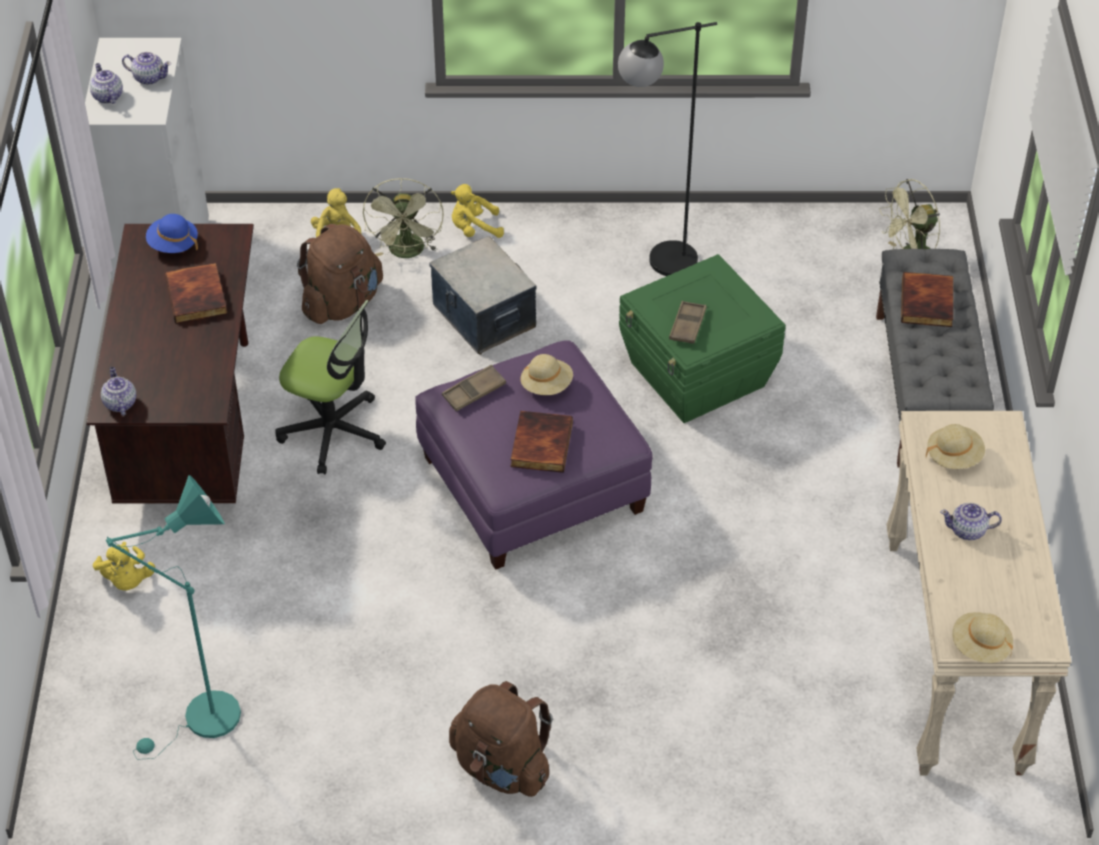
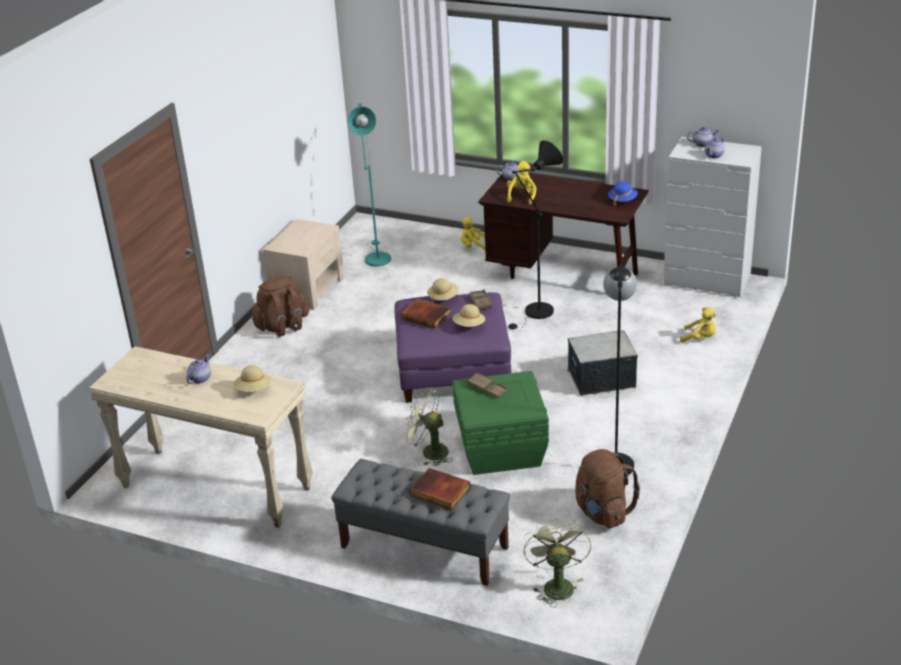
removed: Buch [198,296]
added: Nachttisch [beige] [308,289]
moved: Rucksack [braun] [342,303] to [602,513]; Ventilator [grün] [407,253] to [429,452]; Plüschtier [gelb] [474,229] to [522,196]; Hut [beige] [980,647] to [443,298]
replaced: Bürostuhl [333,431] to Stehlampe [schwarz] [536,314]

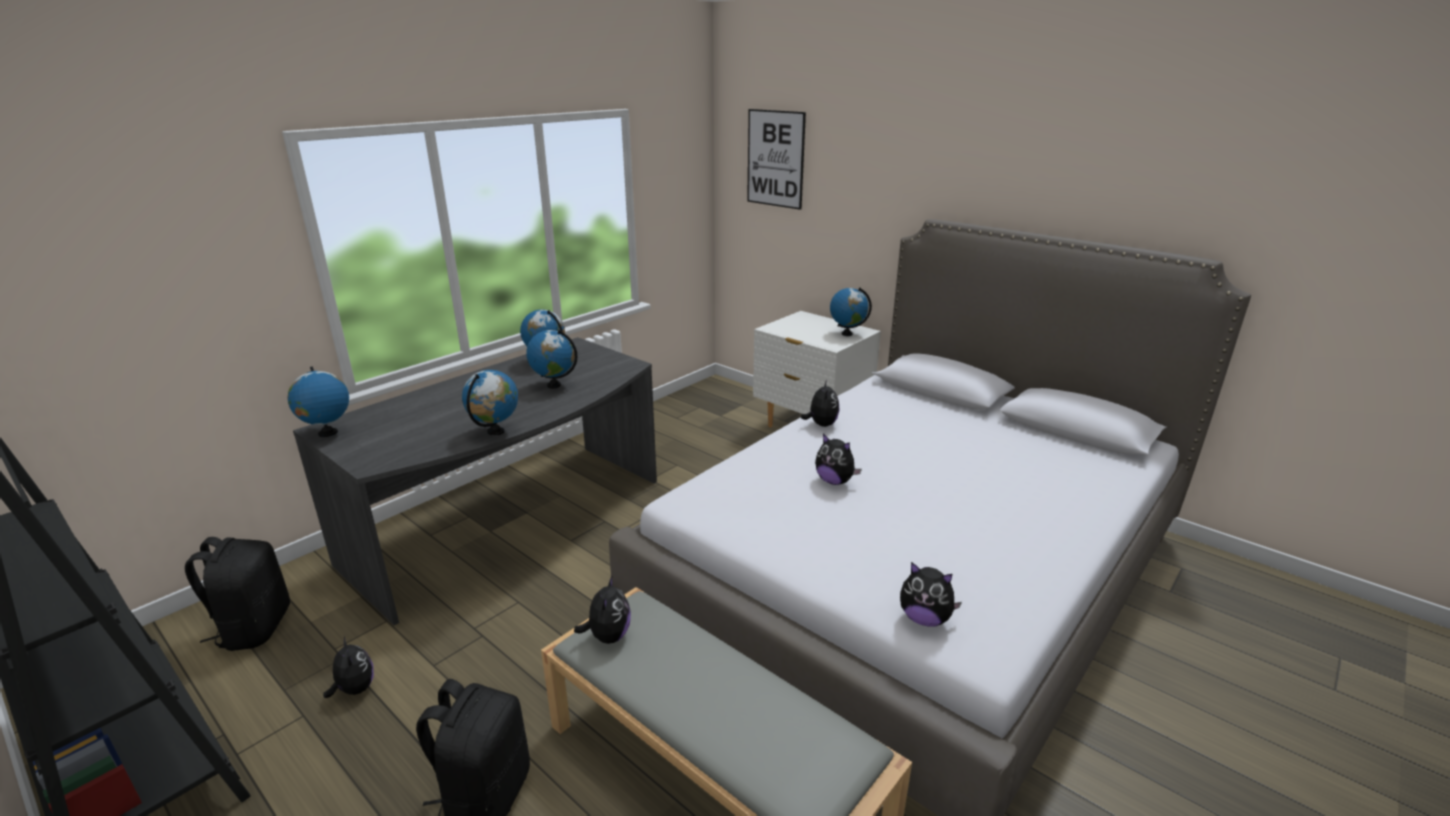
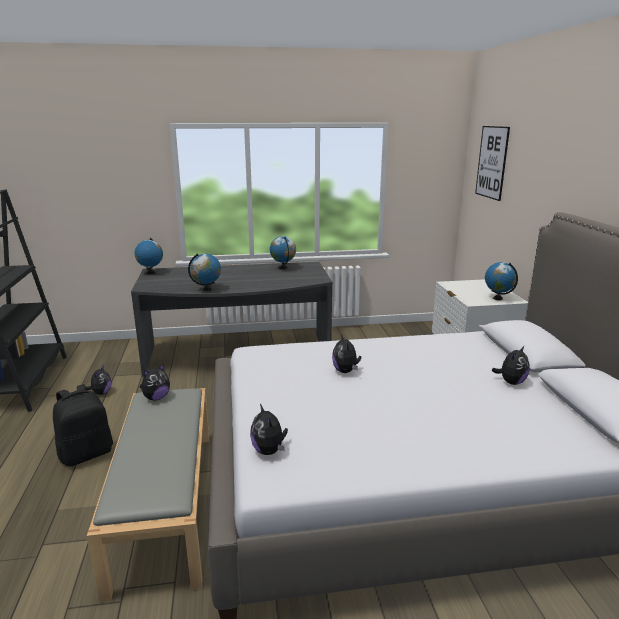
removed: Rucksack [schwarz] [254,628]; Globus [554,385]
moved: Plüschtier [821,424] to [511,382]

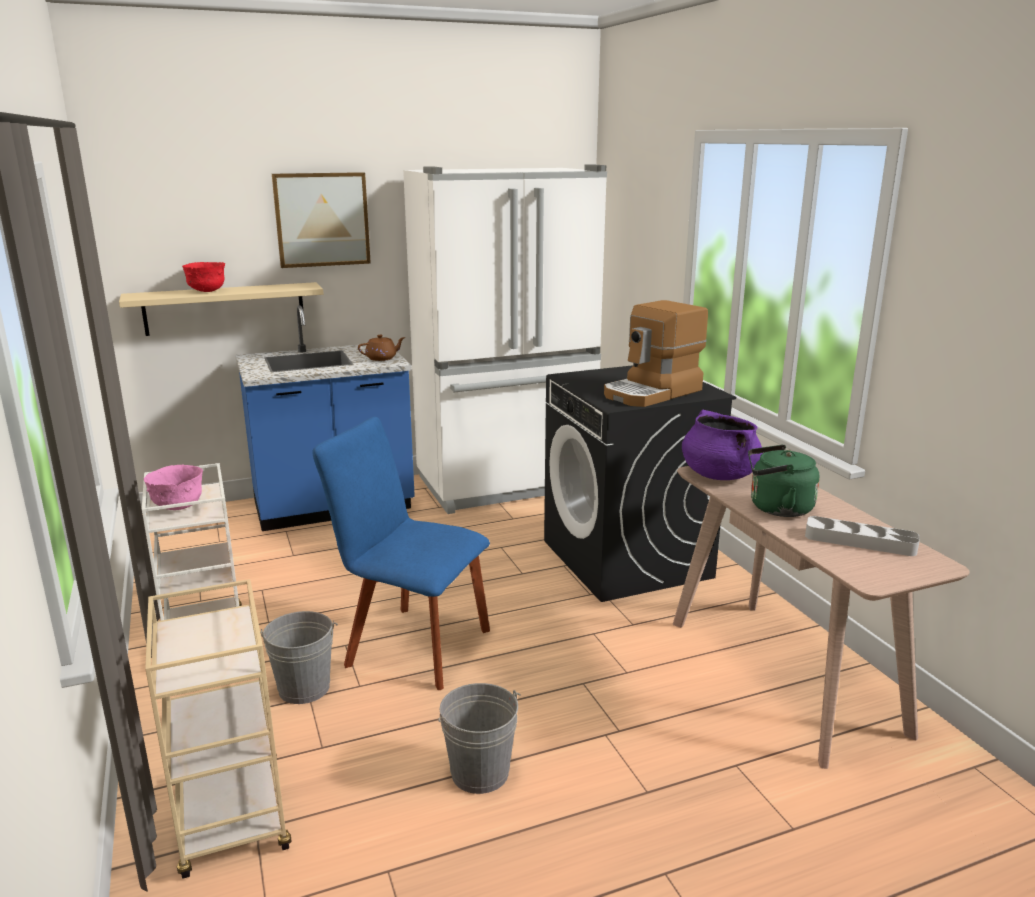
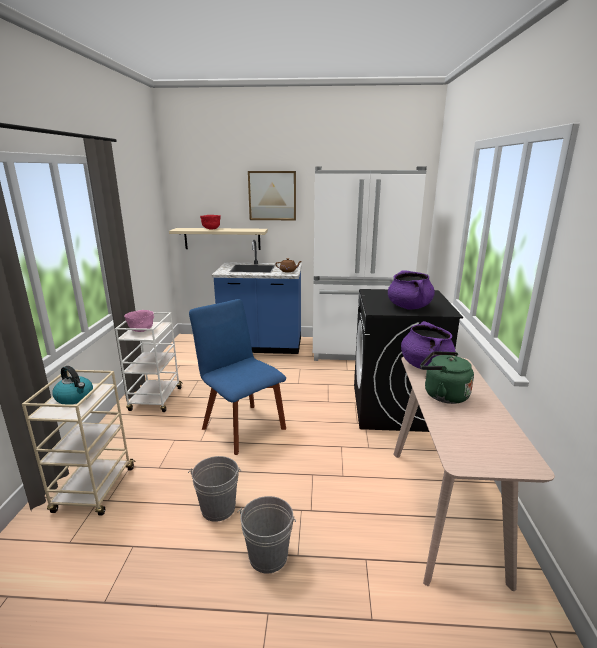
removed: Tablett [grau] [860,541]
added: Wasserkessel [75,397]
moved: Eimer [grau] [304,688] to [268,556]
replaced: Kaffeemaschine [653,393] to Kochtopf [lila] [409,307]

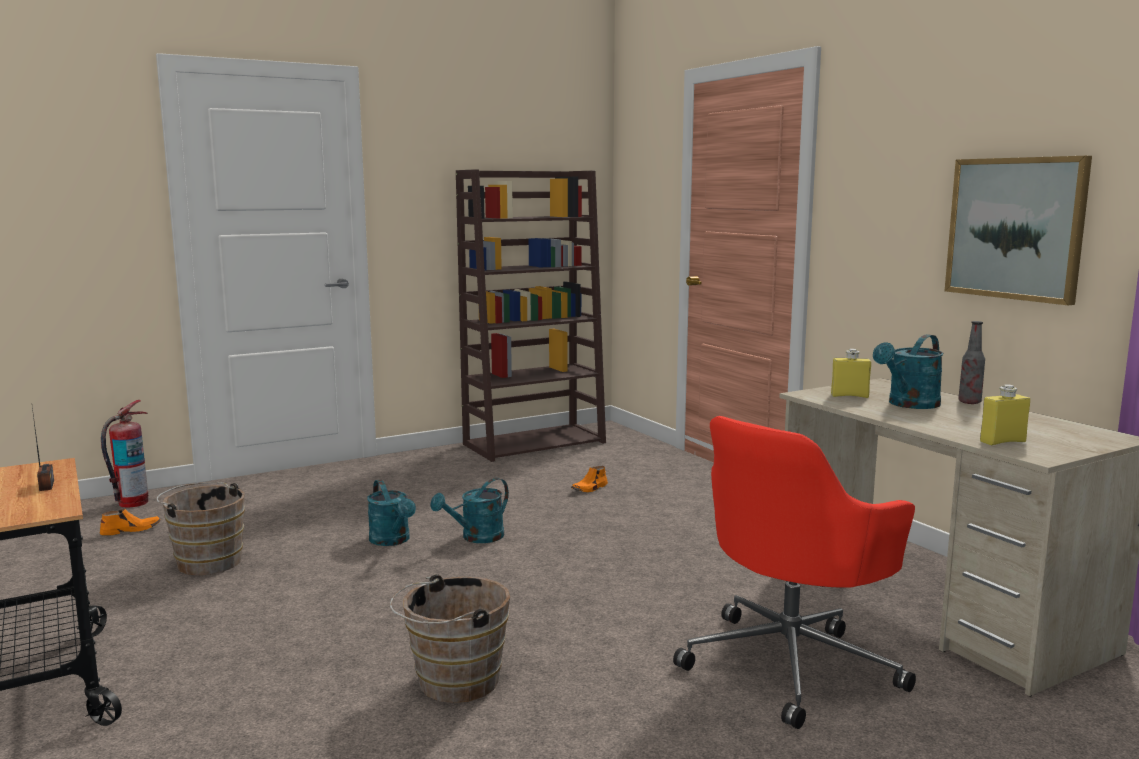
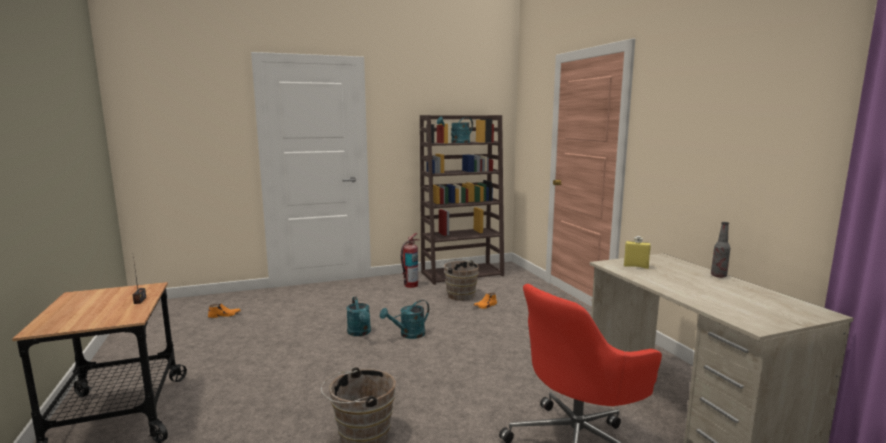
removed: Bild [1016,228]; Flasche [gelb] [1002,442]
moved: Feuerlöscher [132,503] to [410,285]; Eimer [braun] [207,561] to [459,295]; Gießkanne [türkis] [909,405] to [457,142]

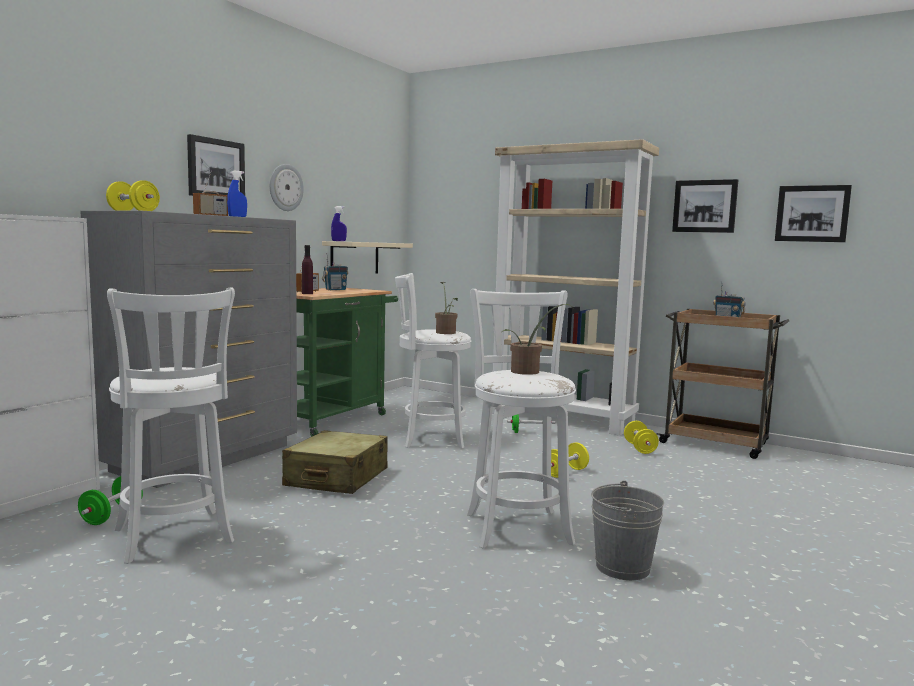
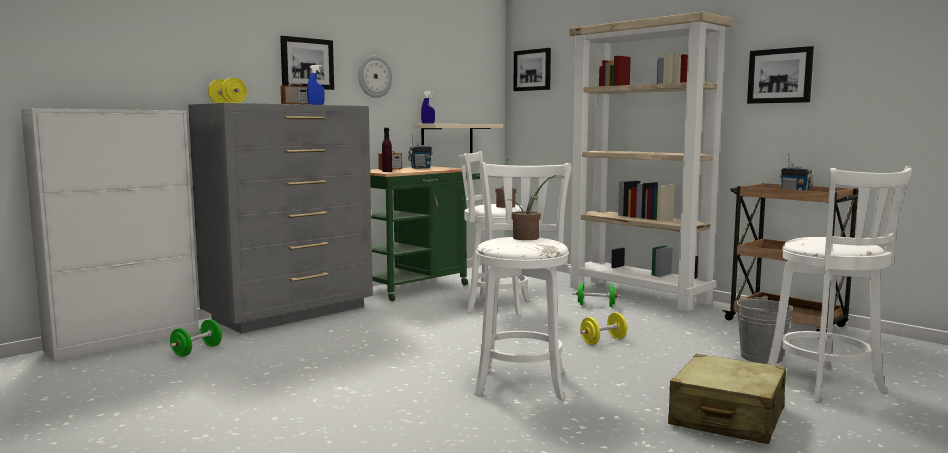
removed: Hantel [gelb] [640,448]
moved: Hocker [weiß] [175,538] to [827,386]; Koffer [beige] [336,478] to [727,417]; Eimer [grau] [622,567] to [761,357]; Bild [812,213] to [532,70]

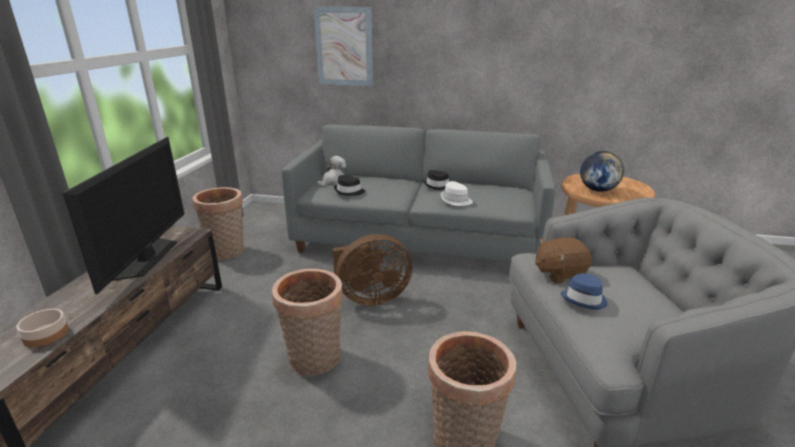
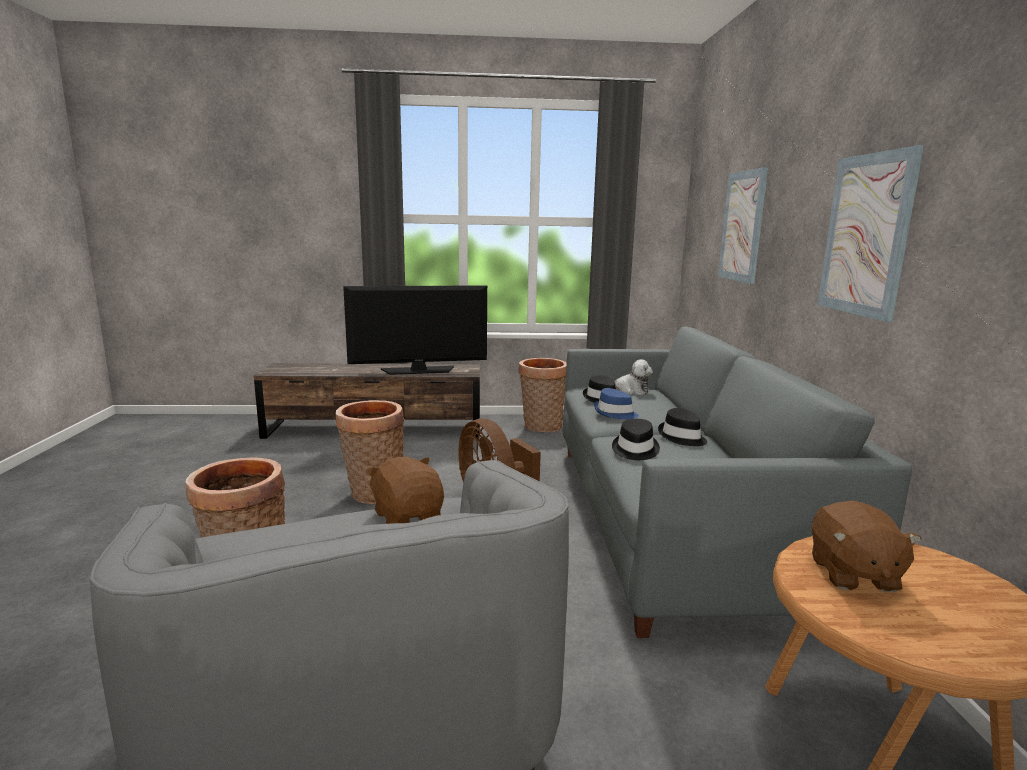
removed: Schüssel [47,334]
added: Bild [866,235]
moved: Hut [blau] [584,299] to [615,413]
replaced: Globus [597,190] to Plüschtier [braun] [852,574]
recoloured: Hut [weiß] [456,200] to Hut [schwarz] [634,450]

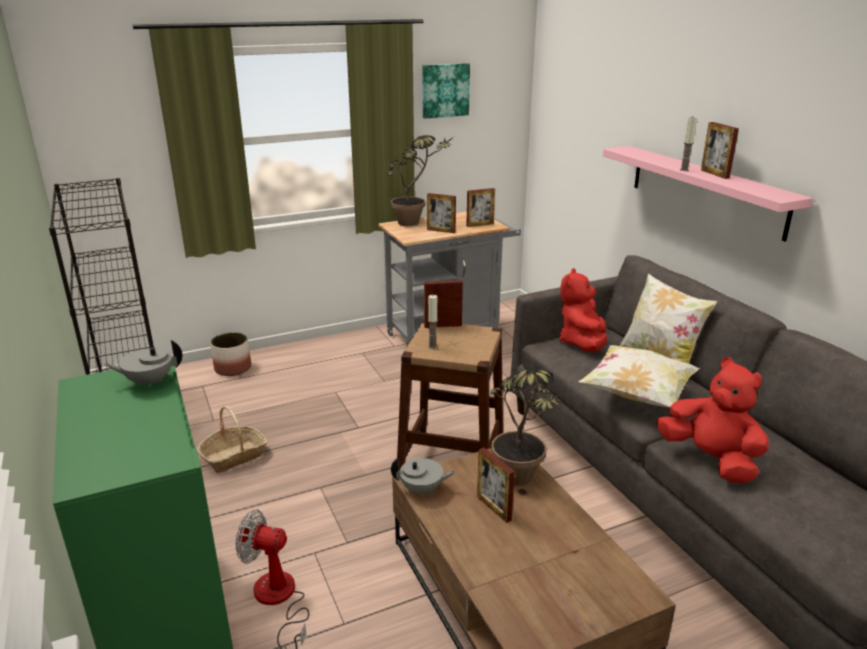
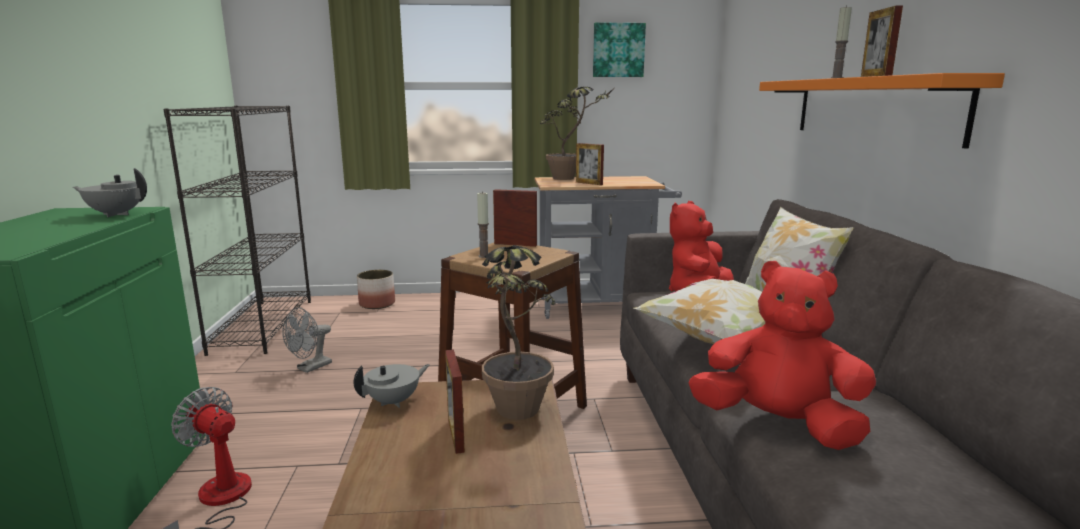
removed: Bilderrahmen [480,225]
replaced: Korb [234,456] to Ventilator [grau] [310,368]
recoloured: Wandregal [rosa] [705,190] to Wandregal [orange] [871,108]
turned: Teekanne [grau] [422,490] = [394,401] 60 degrees counterclockwise; Plüschtier [rot] [710,460] = [777,425] 45 degrees counterclockwise

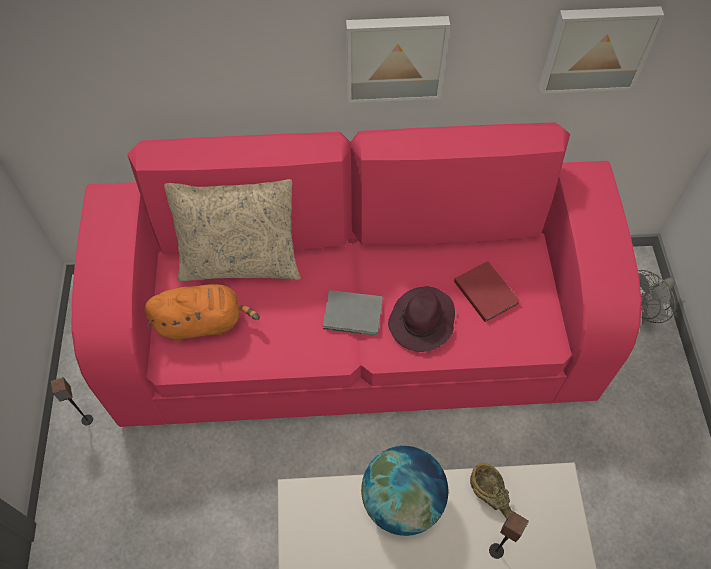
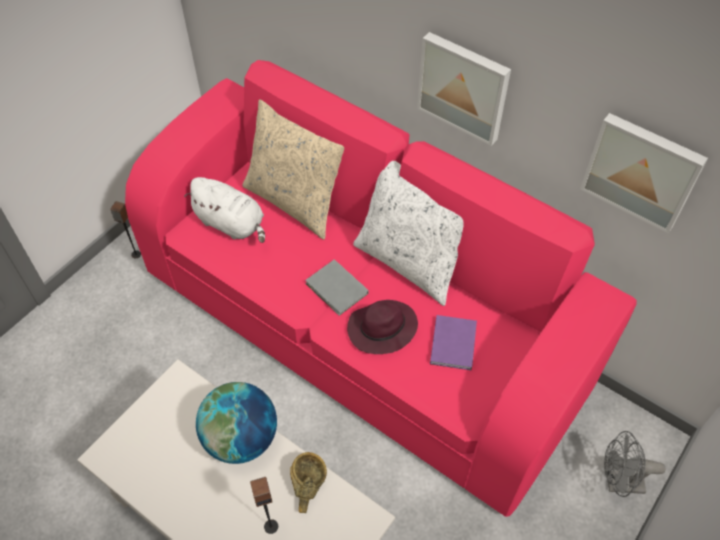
added: Kissen [weiß] [410,262]
recoloured: Plüschtier [orange] [203,322] to Plüschtier [weiß] [232,224]; Buch [rot] [485,291] to Buch [lila] [454,342]

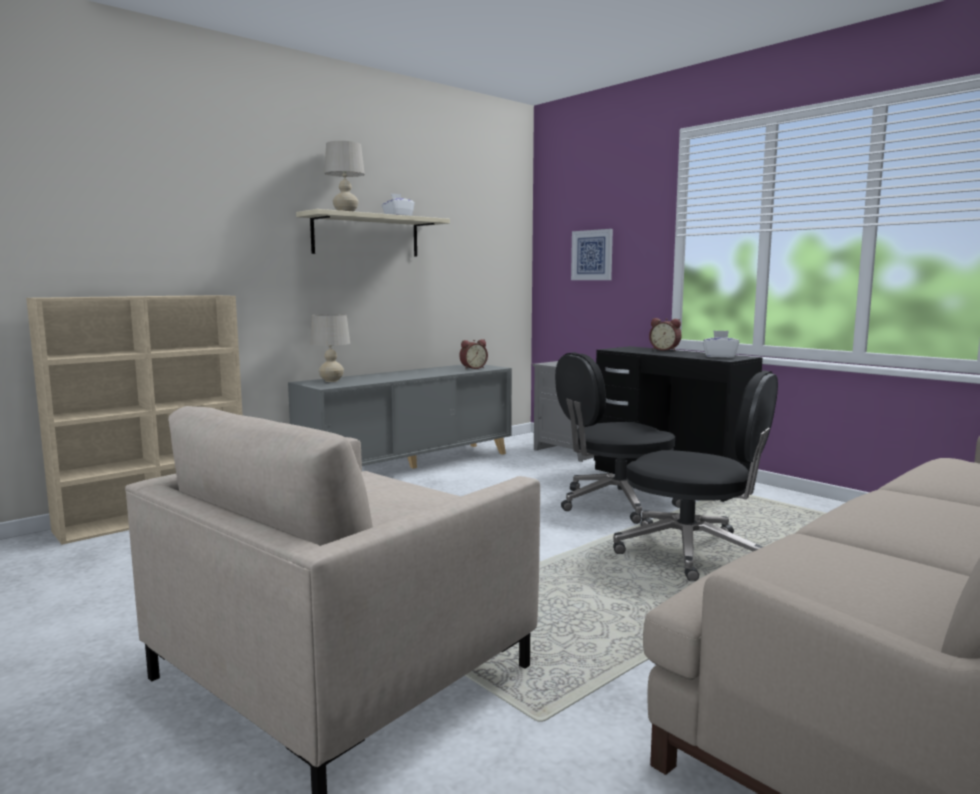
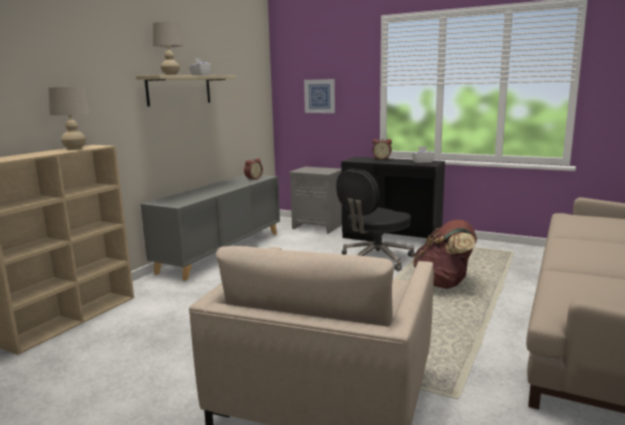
moved: Tischlampe [beige] [331,381] to [75,148]
replaced: Bürostuhl [schwarz] [692,552] to Rucksack [braun] [443,284]

